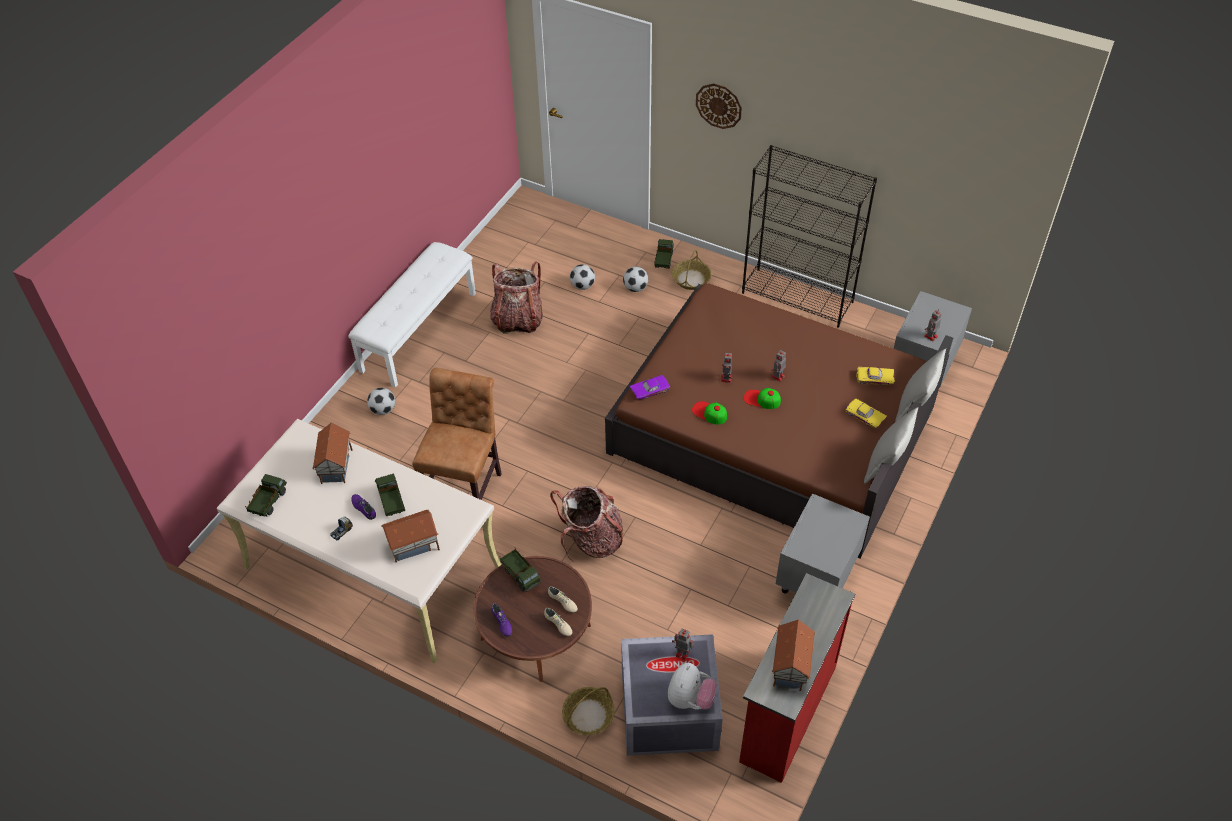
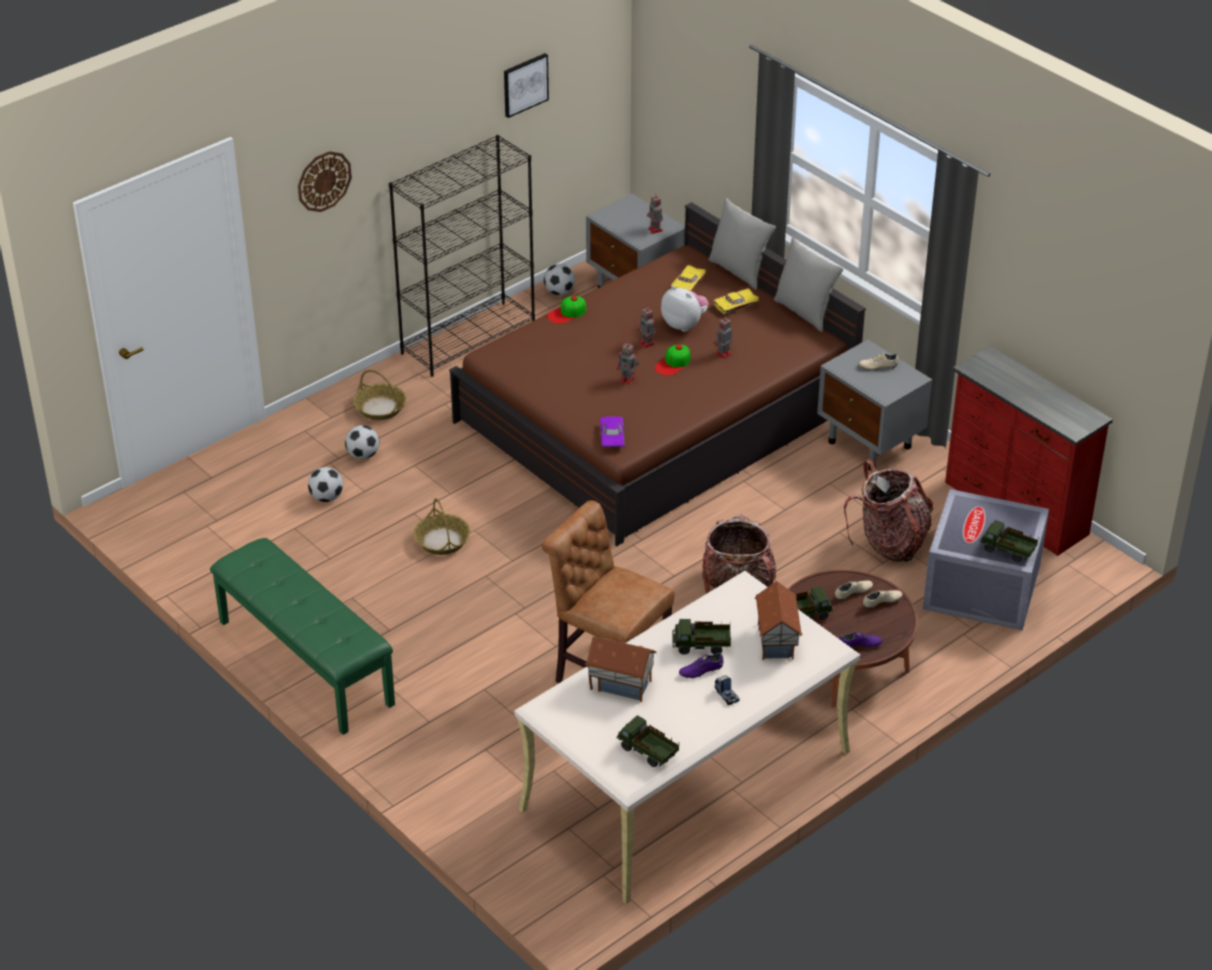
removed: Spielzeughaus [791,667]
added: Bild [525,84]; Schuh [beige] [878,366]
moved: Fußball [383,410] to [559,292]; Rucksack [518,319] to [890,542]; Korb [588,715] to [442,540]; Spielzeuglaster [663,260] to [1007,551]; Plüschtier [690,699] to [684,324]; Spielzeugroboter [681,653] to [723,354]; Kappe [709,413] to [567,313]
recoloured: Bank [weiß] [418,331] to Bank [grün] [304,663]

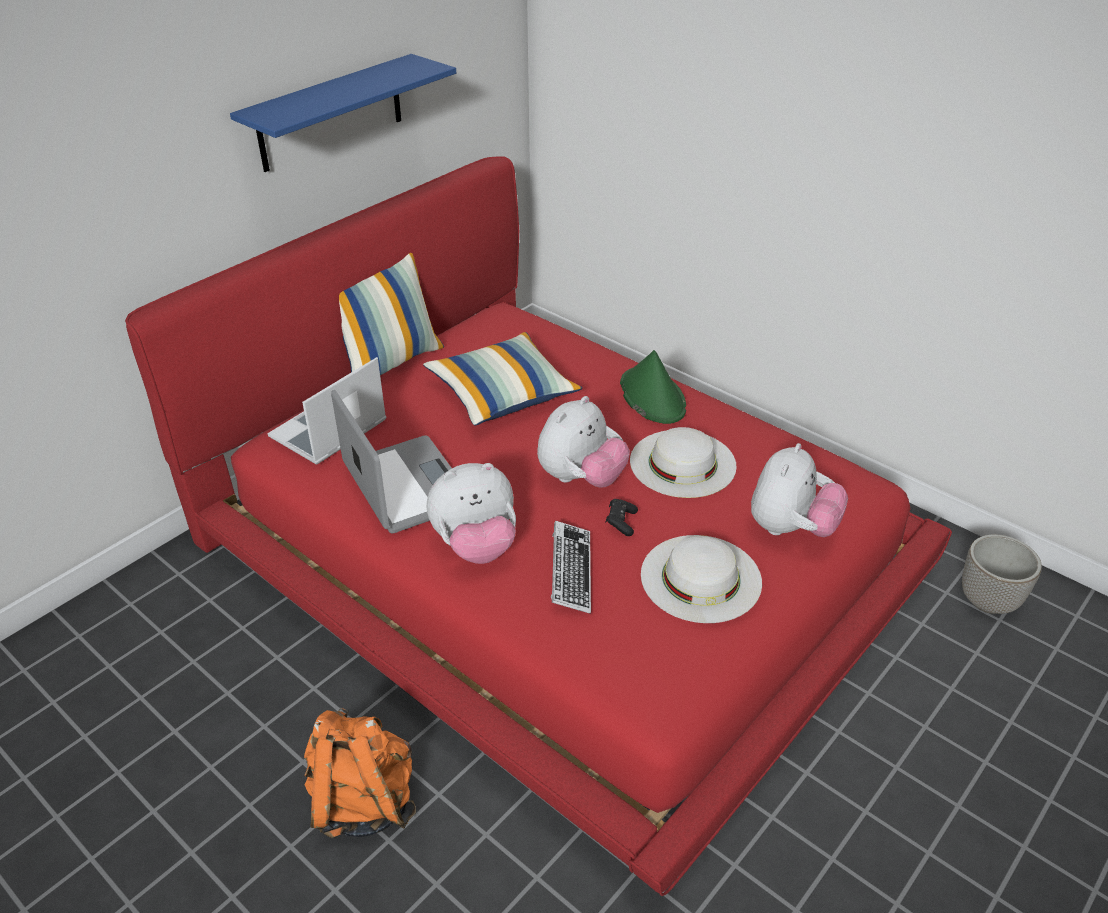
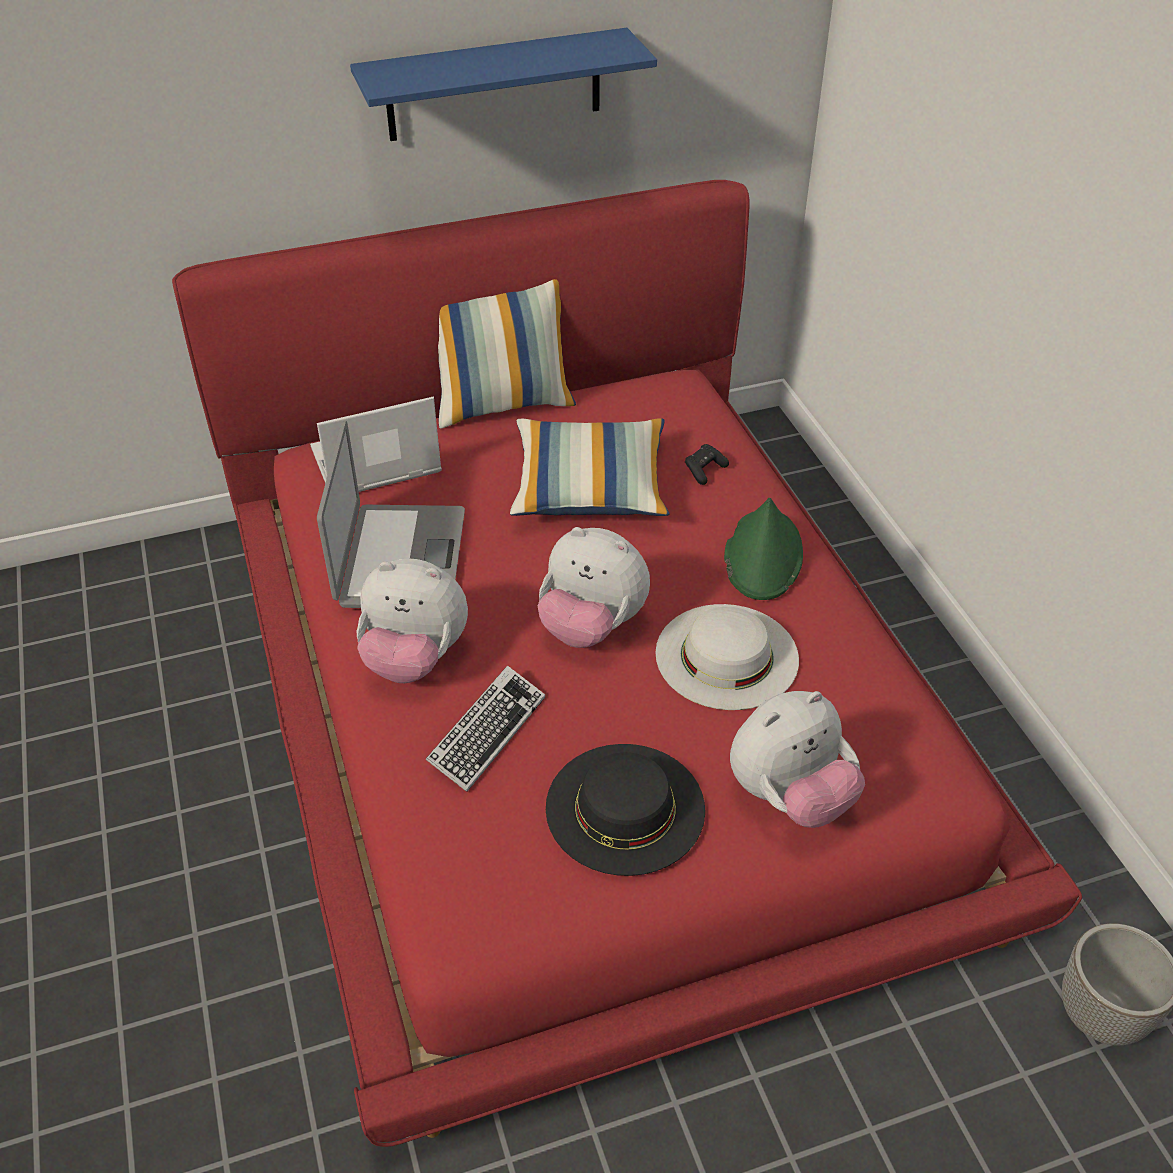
removed: Rucksack [orange] [363,801]
moved: Gamepad [schwarz] [621,522] to [704,470]
recoloured: Hut [weiß] [701,578] to Hut [schwarz] [625,808]
turned: Plüschtier [581,478] = [591,626] 45 degrees clockwise

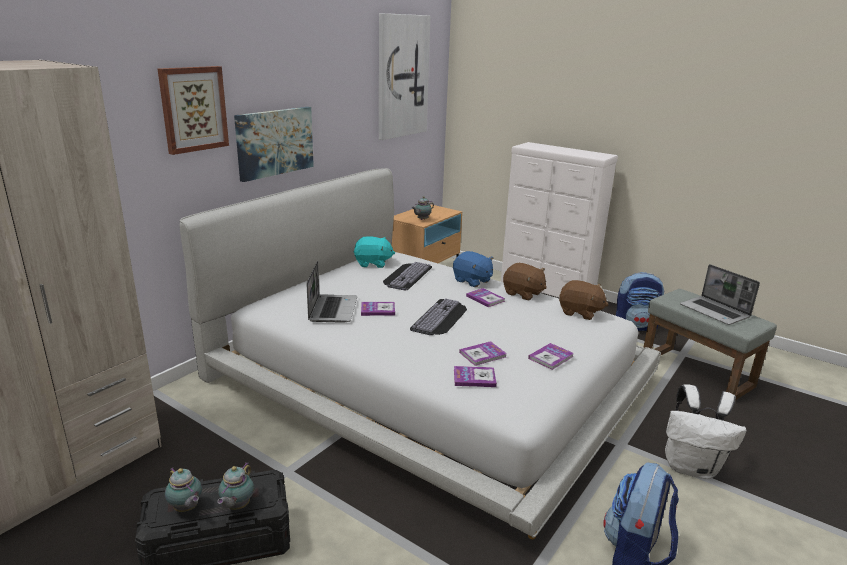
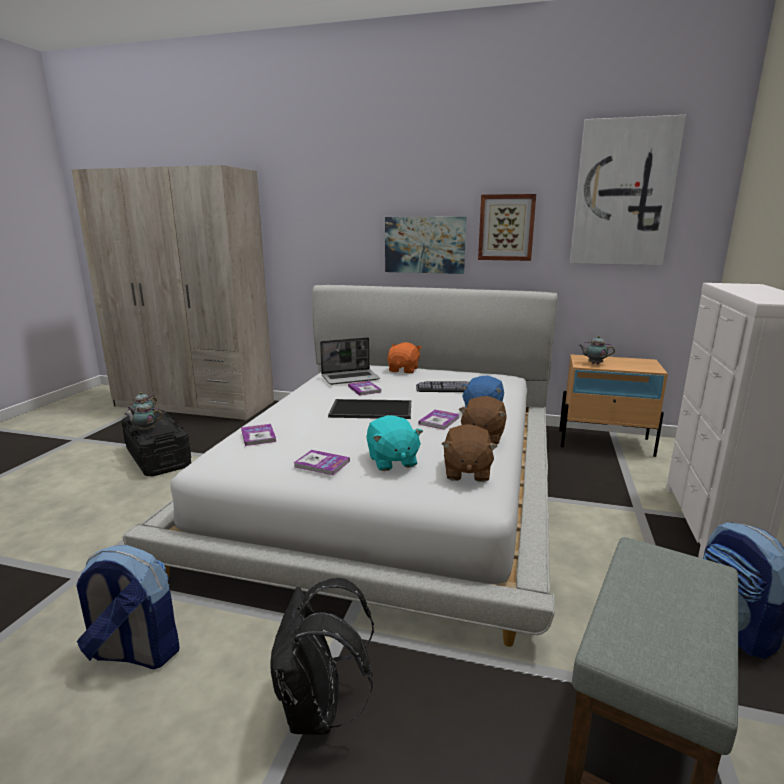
removed: Buch [482,354]; Laptop [715,312]
added: Plüschtier [orange] [404,370]
moved: Bild [193,109] to [506,227]; Plüschtier [türkis] [373,263] to [392,461]
replaced: Tastatur [441,318] to Tablett [370,410]
recoloured: Rucksack [weiß] [691,467] to Rucksack [schwarz] [319,711]

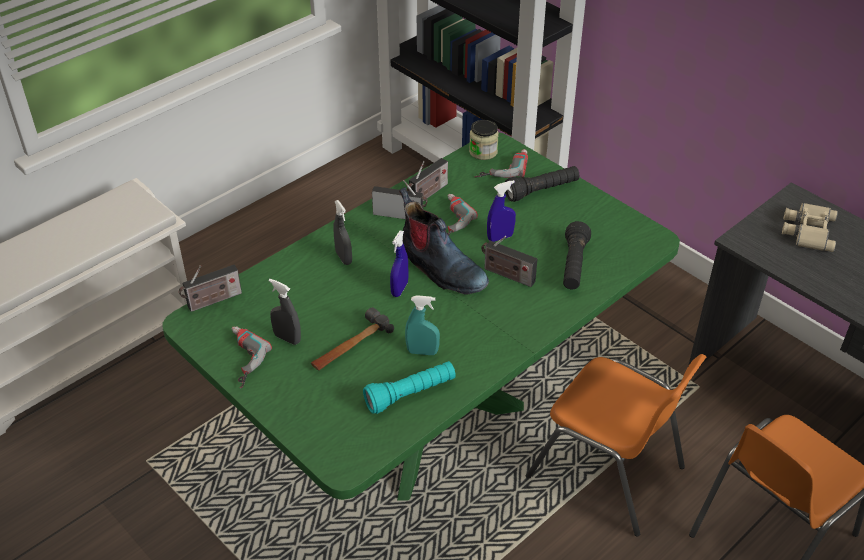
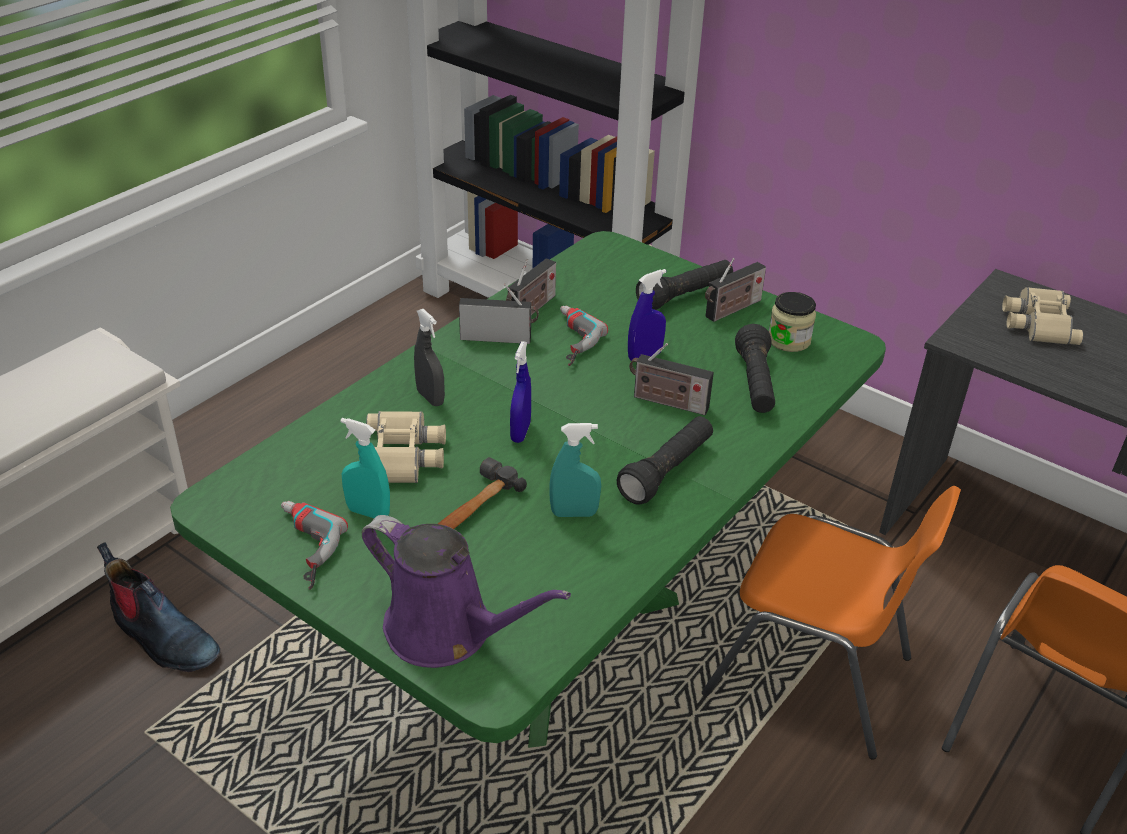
removed: Taschenlampe [türkis] [410,394]; Bohrmaschine [502,167]
added: Gießkanne [lila] [447,631]; Fernglas [beige] [404,454]; Taschenlampe [schwarz] [666,471]
moved: Radio [212,301] to [731,310]; Stiefel [440,268] to [163,638]; Vorratsglas [483,152] to [789,340]
recoloured: Sprühflasche [grau] [287,338] to Sprühflasche [türkis] [368,512]

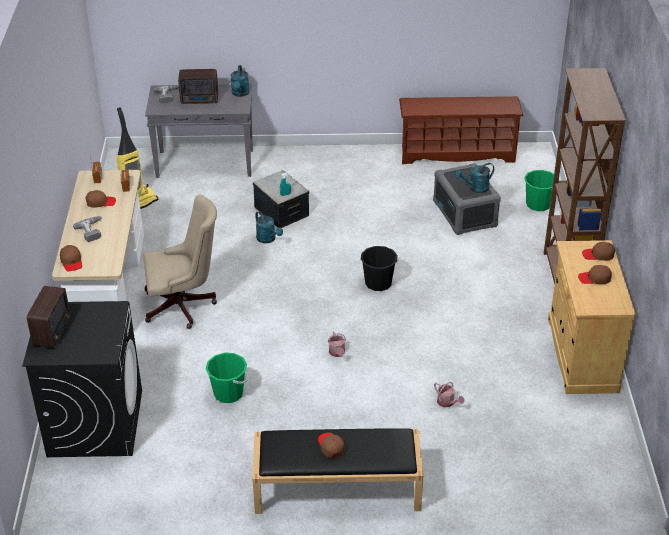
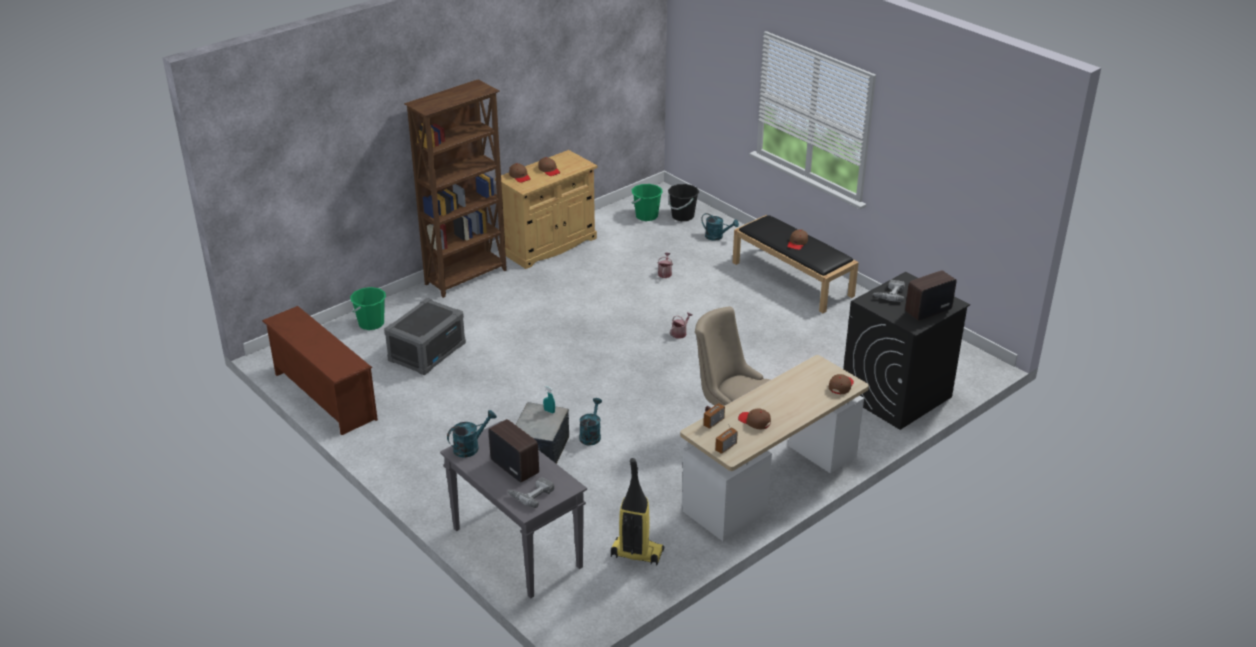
moved: Bohrmaschine [93,231] to [889,294]; Eimer [grün] [228,393] to [646,216]; Eimer [schwarz] [378,283] to [682,216]; Gießkanne [türkis] [475,188] to [717,237]

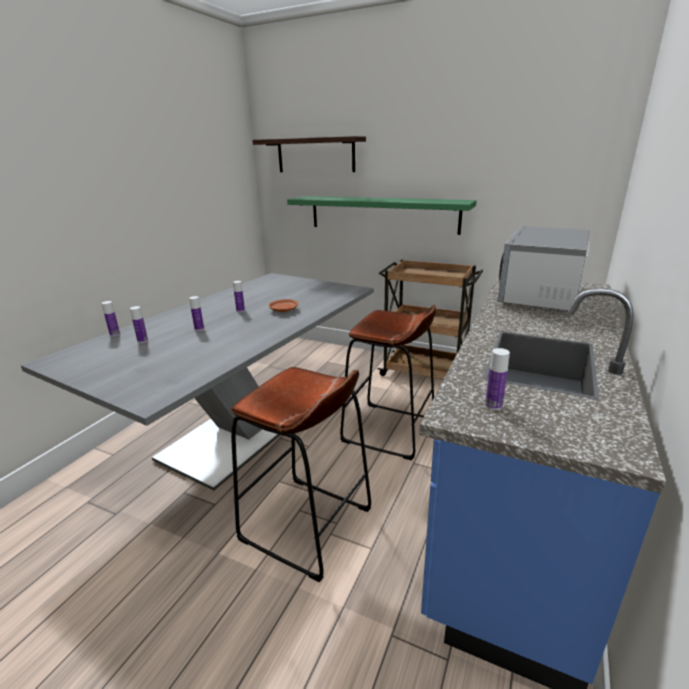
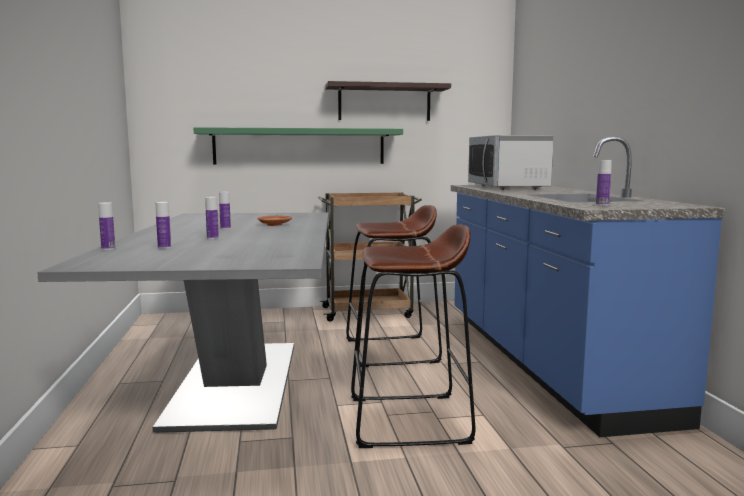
moved: Wandregal [315,155] to [384,103]

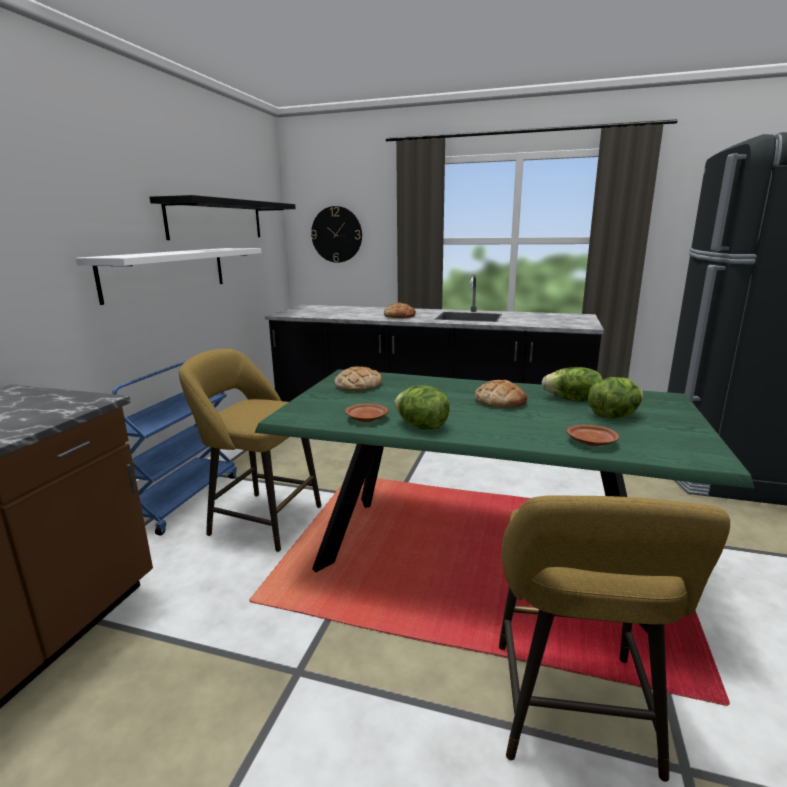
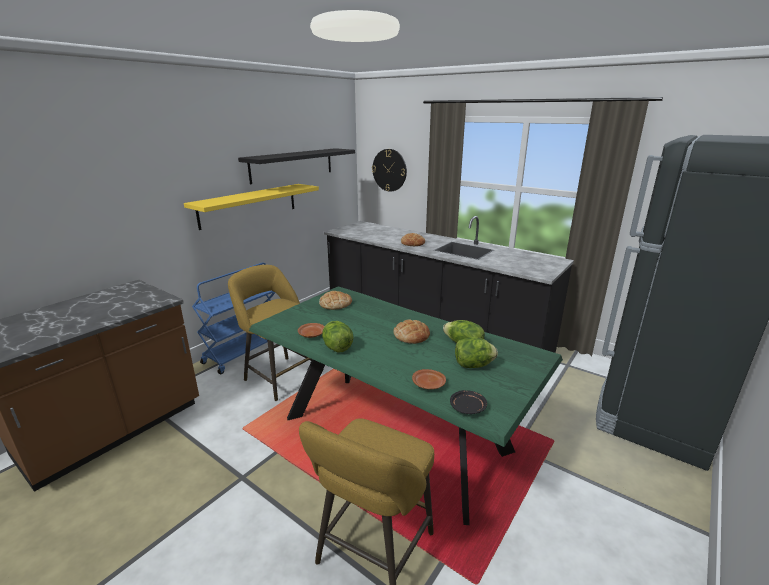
added: Teller [schwarz] [468,407]
recoloured: Wandregal [weiß] [167,272] to Wandregal [gelb] [249,205]

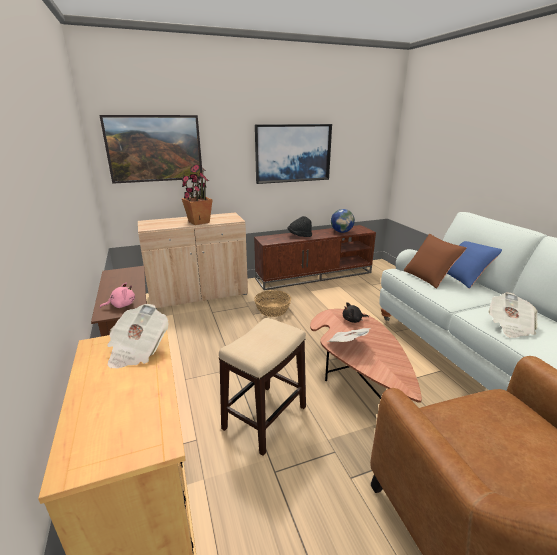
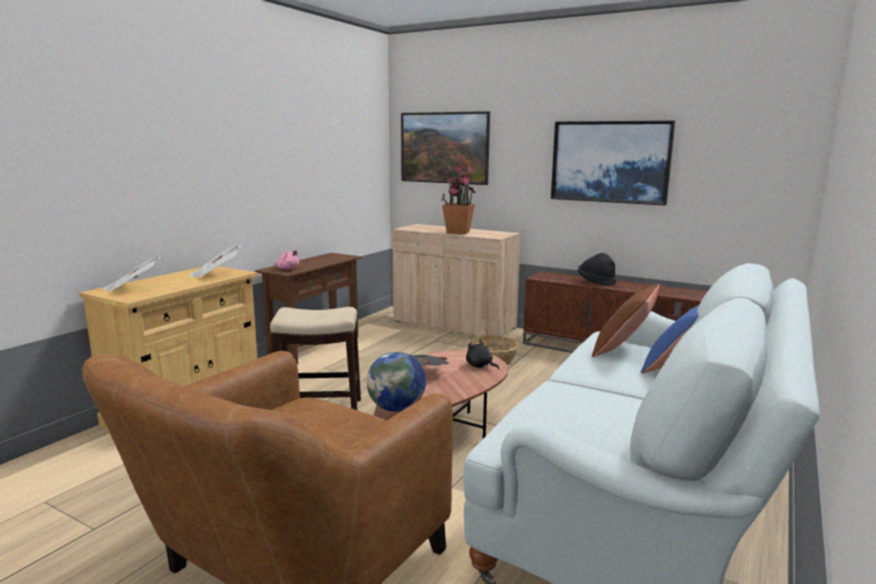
moved: Globus [341,232] to [396,408]; Zeitung [509,326] to [133,288]

